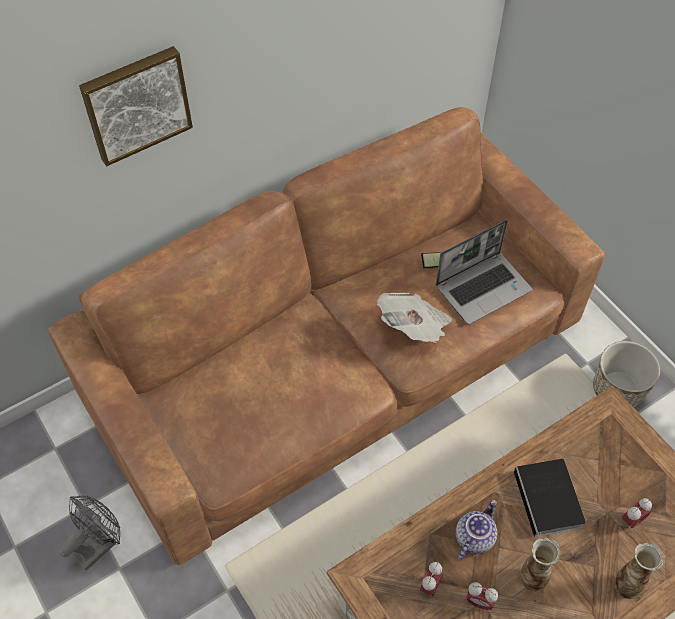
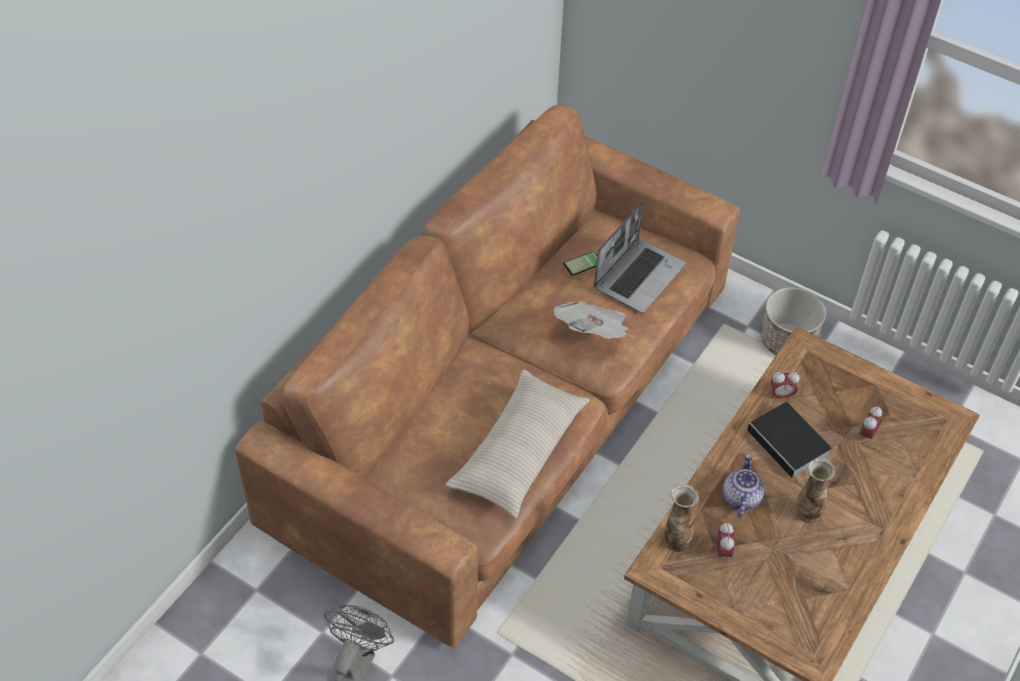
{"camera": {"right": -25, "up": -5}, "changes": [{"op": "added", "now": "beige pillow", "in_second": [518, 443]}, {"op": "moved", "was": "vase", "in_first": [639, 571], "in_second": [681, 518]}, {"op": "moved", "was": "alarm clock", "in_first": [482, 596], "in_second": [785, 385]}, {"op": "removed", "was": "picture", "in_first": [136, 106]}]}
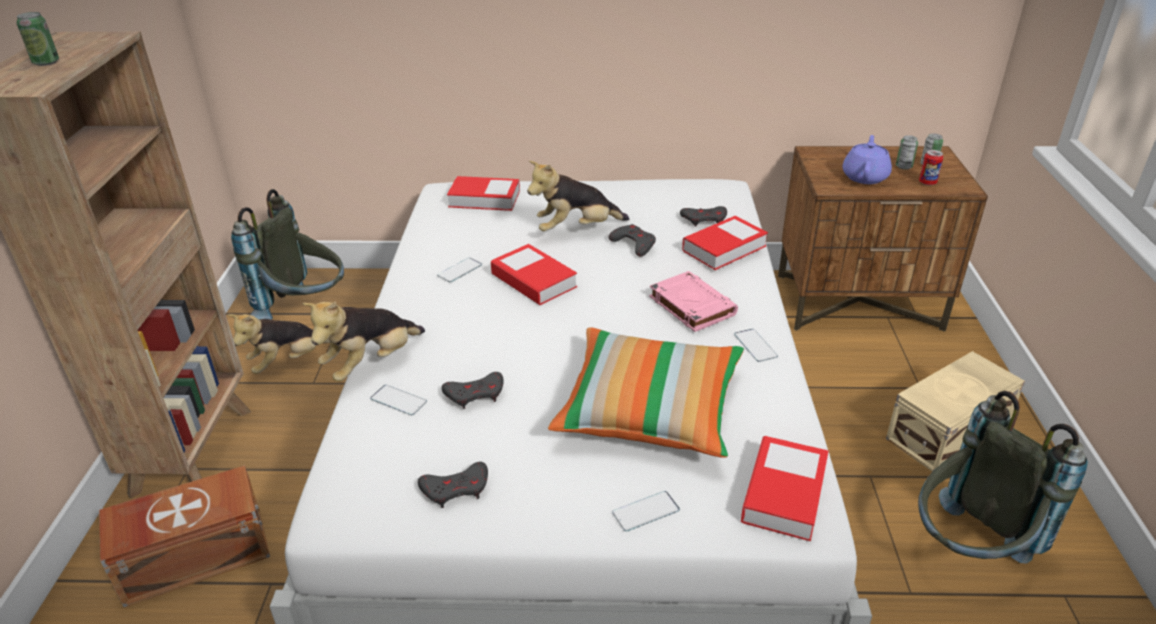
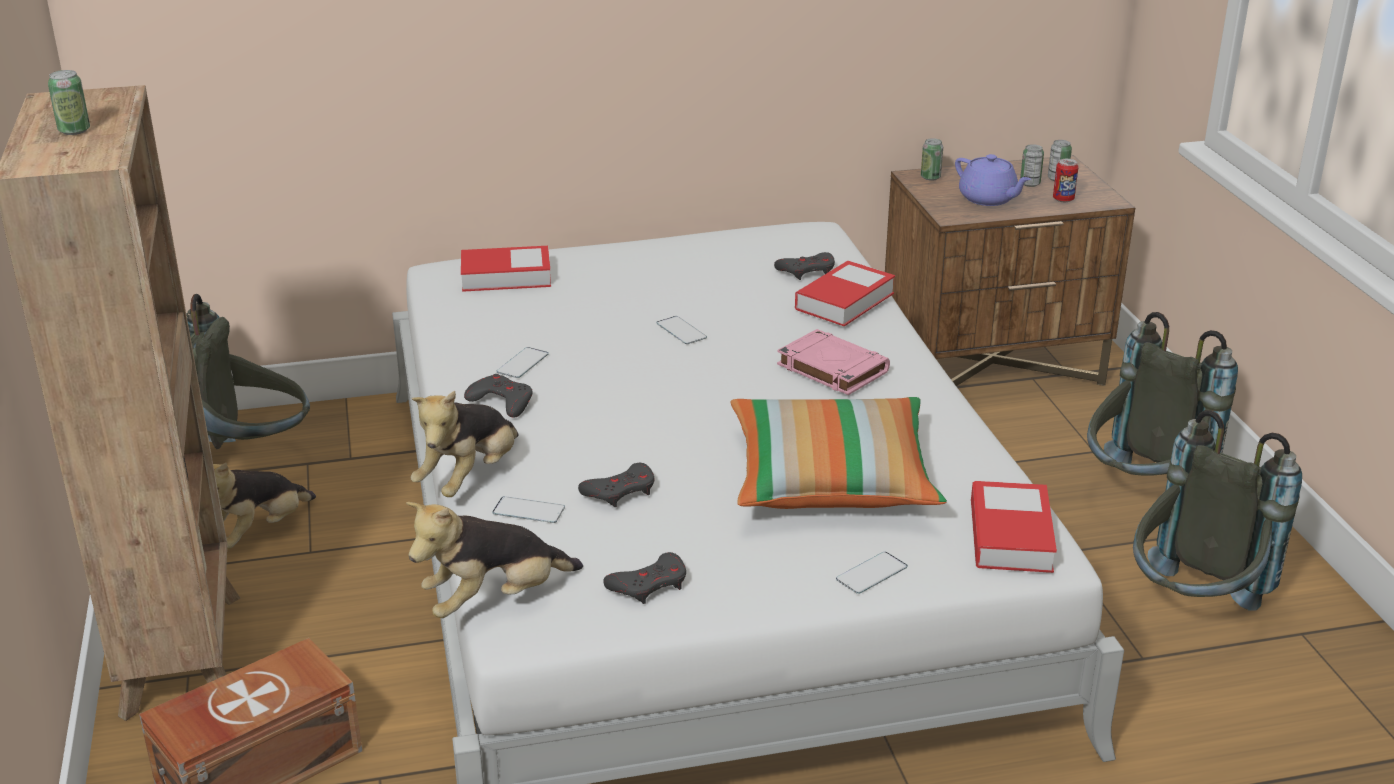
{"camera": {"right": -15, "up": -5}, "changes": [{"op": "moved", "was": "plush toy", "in_first": [578, 196], "in_second": [494, 560]}, {"op": "moved", "was": "grey game controller", "in_first": [632, 240], "in_second": [498, 396]}, {"op": "moved", "was": "phone", "in_first": [756, 345], "in_second": [681, 330]}, {"op": "added", "now": "can", "in_second": [932, 159]}, {"op": "turned", "was": "purple teapot", "in_first": [867, 159], "in_second": [993, 180], "clockwise": 135}, {"op": "replaced", "was": "beige storage box", "now": "grey backpack", "in_first": [955, 411], "in_second": [1162, 394]}, {"op": "removed", "was": "book", "in_first": [534, 274]}]}
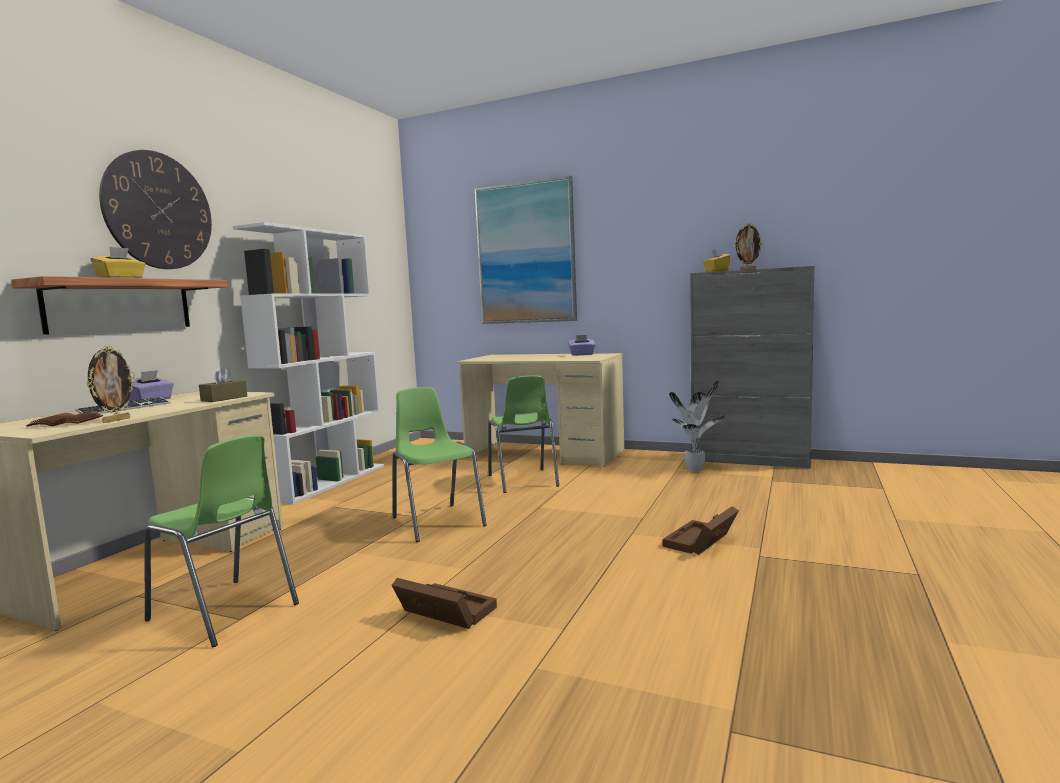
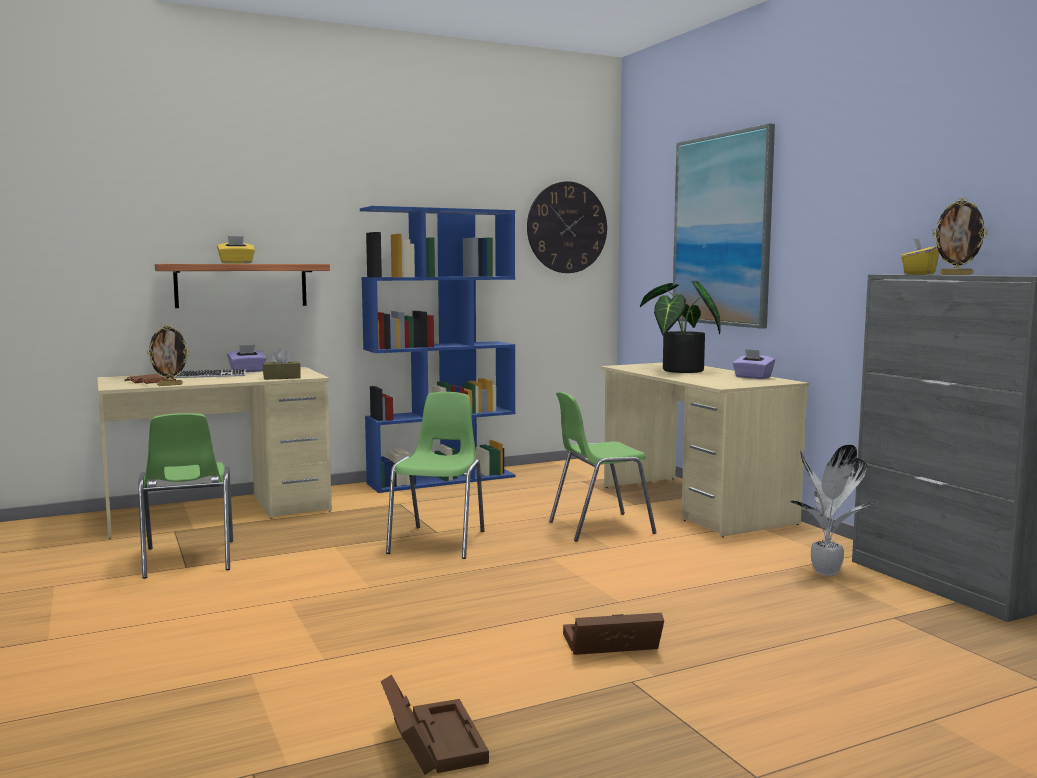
{"camera": {"right": 40, "up": 0}, "changes": [{"op": "recoloured", "was": "white bookcase", "now": "blue bookcase", "in_first": [308, 363], "in_second": [437, 349]}, {"op": "moved", "was": "brown storage box", "in_first": [444, 603], "in_second": [435, 725]}, {"op": "moved", "was": "wall clock", "in_first": [155, 209], "in_second": [567, 227]}, {"op": "turned", "was": "green chair", "in_first": [523, 434], "in_second": [603, 467], "clockwise": 45}, {"op": "added", "now": "potted plant", "in_second": [680, 327]}]}
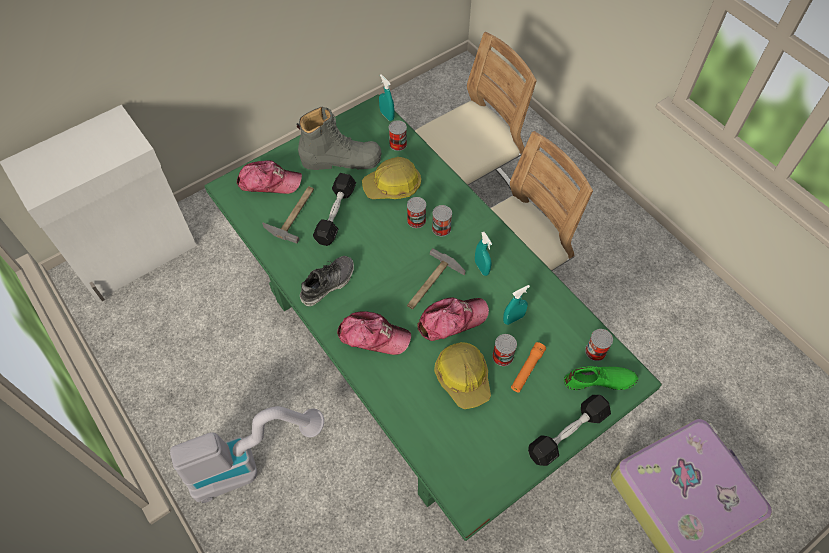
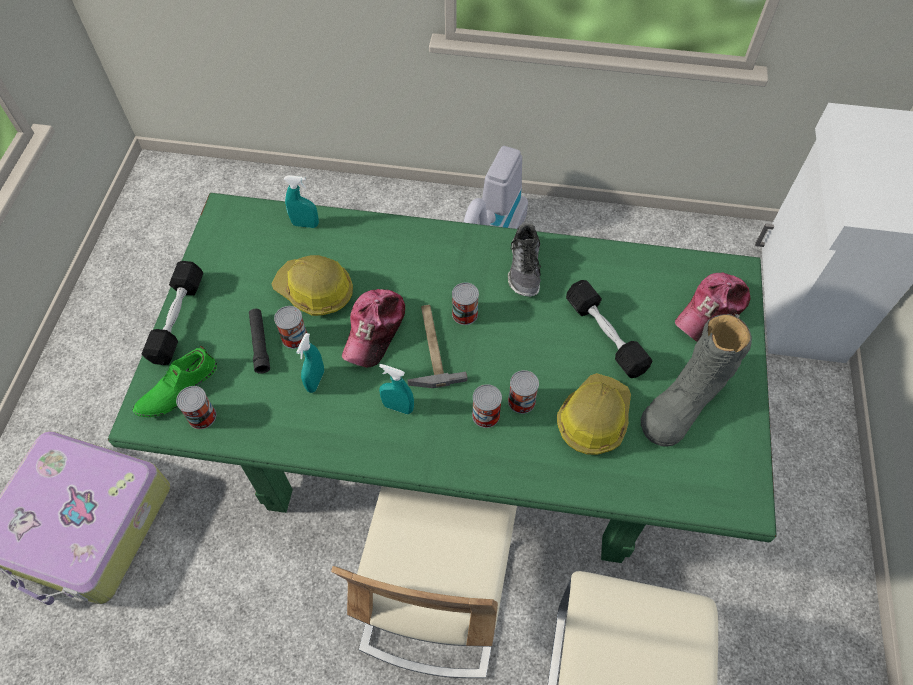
{"camera": {"right": 135, "up": 0}, "changes": [{"op": "recoloured", "was": "orange flashlight", "now": "black flashlight", "in_first": [528, 367], "in_second": [259, 341]}, {"op": "moved", "was": "turquoise spray bottle", "in_first": [387, 97], "in_second": [301, 201]}, {"op": "moved", "was": "can", "in_first": [398, 135], "in_second": [465, 303]}, {"op": "removed", "was": "hammer", "in_first": [288, 215]}, {"op": "removed", "was": "cap", "in_first": [374, 333]}]}
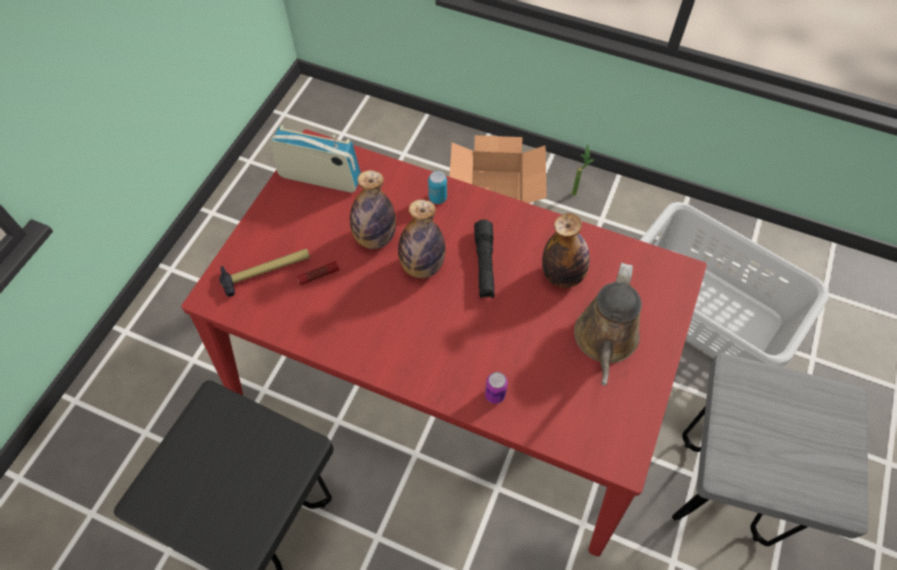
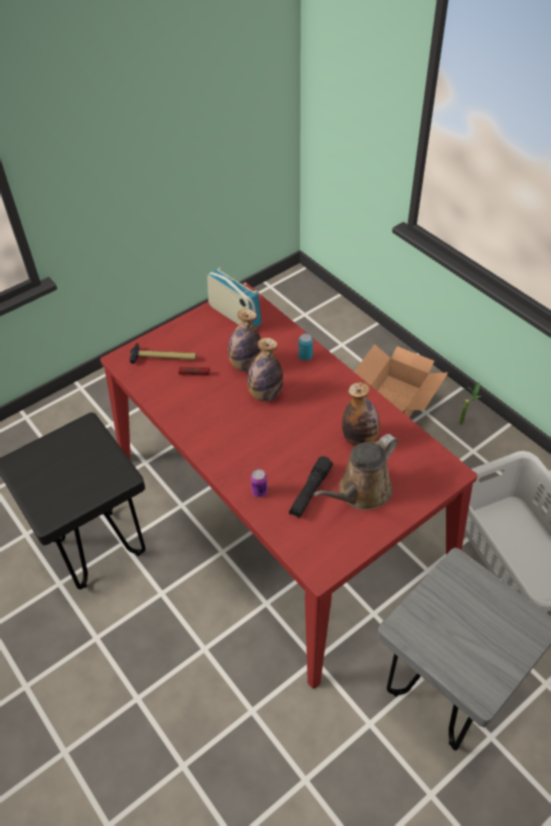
{"camera": {"right": 30, "up": -10}, "changes": [{"op": "moved", "was": "black flashlight", "in_first": [484, 258], "in_second": [311, 487]}]}
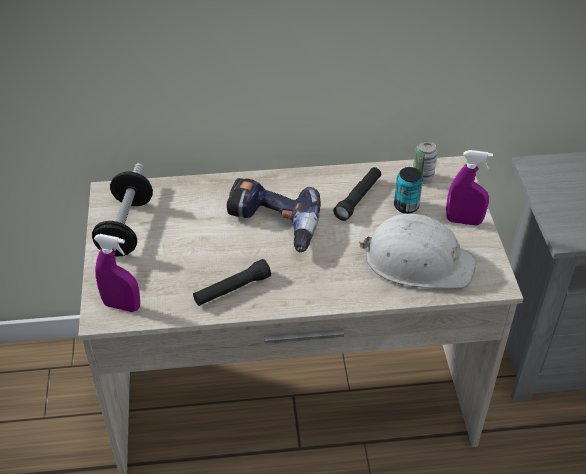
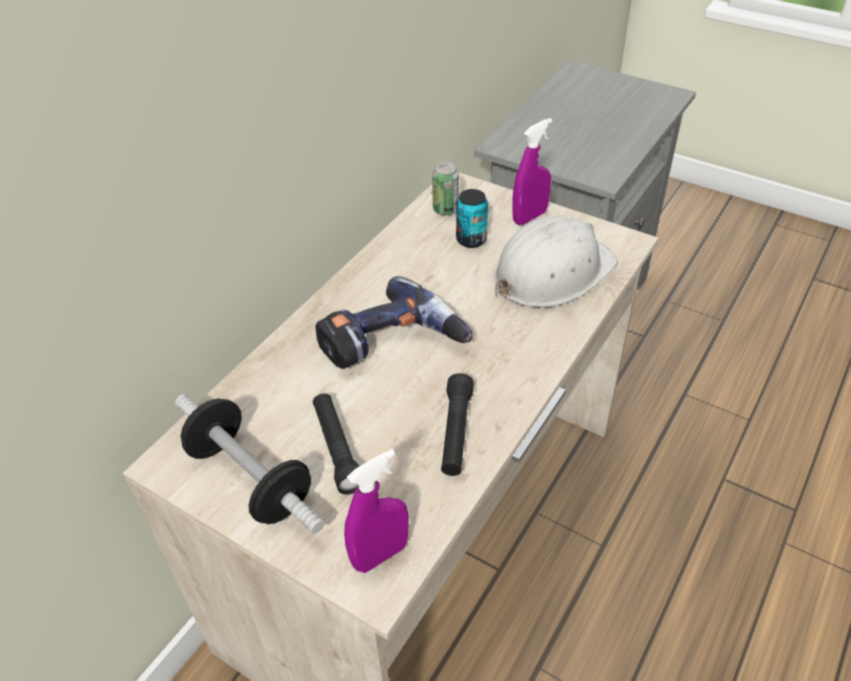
{"camera": {"right": -50, "up": 0}, "changes": [{"op": "moved", "was": "black flashlight", "in_first": [357, 194], "in_second": [336, 443]}]}
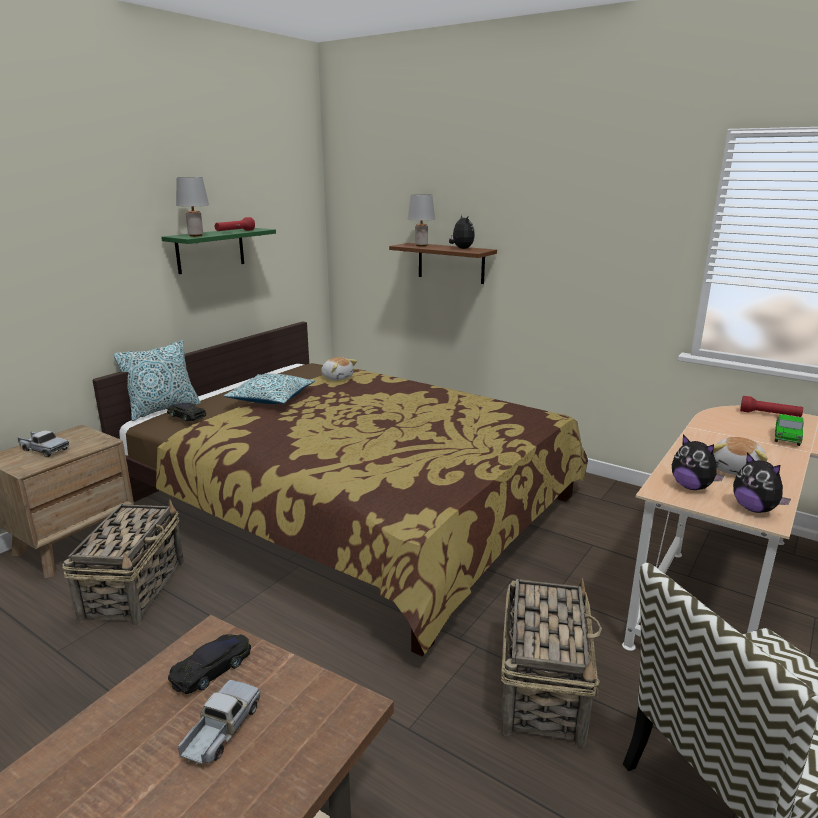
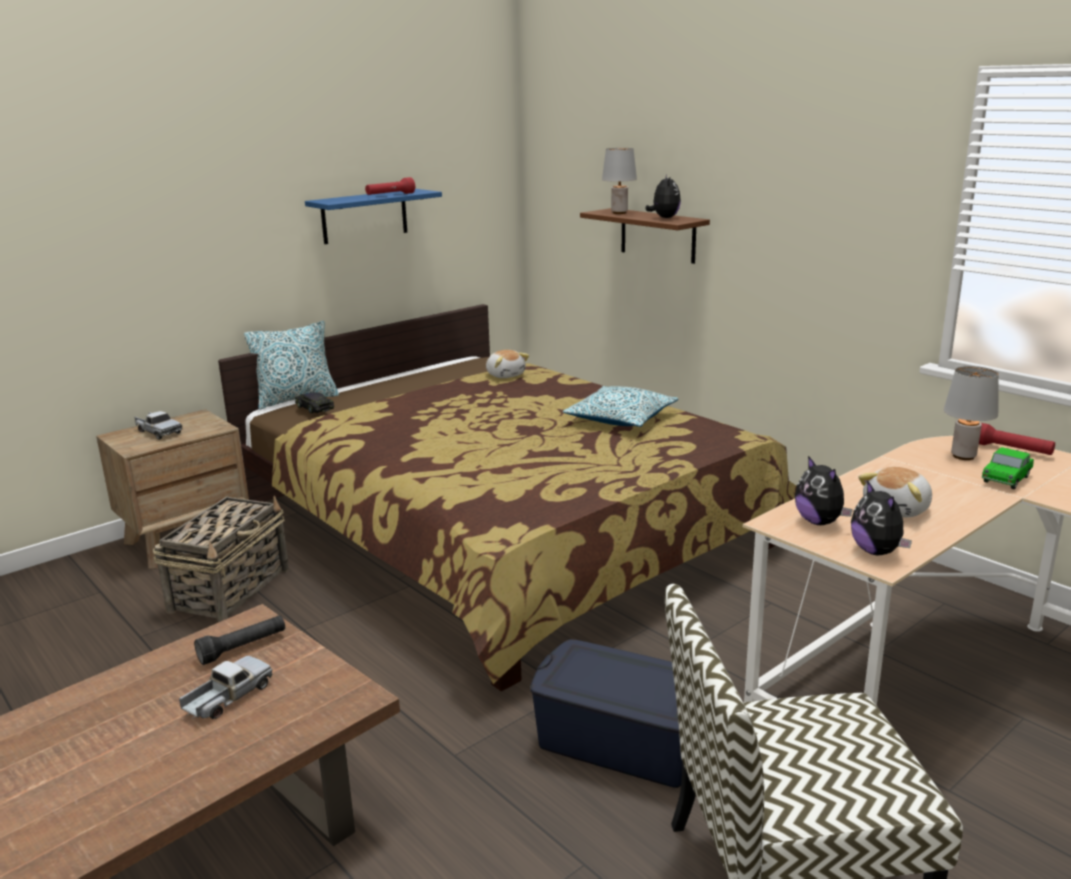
{"camera": {"right": 15, "up": 0}, "changes": [{"op": "replaced", "was": "black toy car", "now": "black flashlight", "in_first": [209, 664], "in_second": [239, 640]}, {"op": "recoloured", "was": "green shelf", "now": "blue shelf", "in_first": [218, 251], "in_second": [373, 216]}, {"op": "replaced", "was": "basket", "now": "blue storage box", "in_first": [551, 662], "in_second": [606, 713]}, {"op": "moved", "was": "pillow", "in_first": [269, 389], "in_second": [620, 406]}, {"op": "moved", "was": "grey table lamp", "in_first": [192, 207], "in_second": [971, 413]}]}
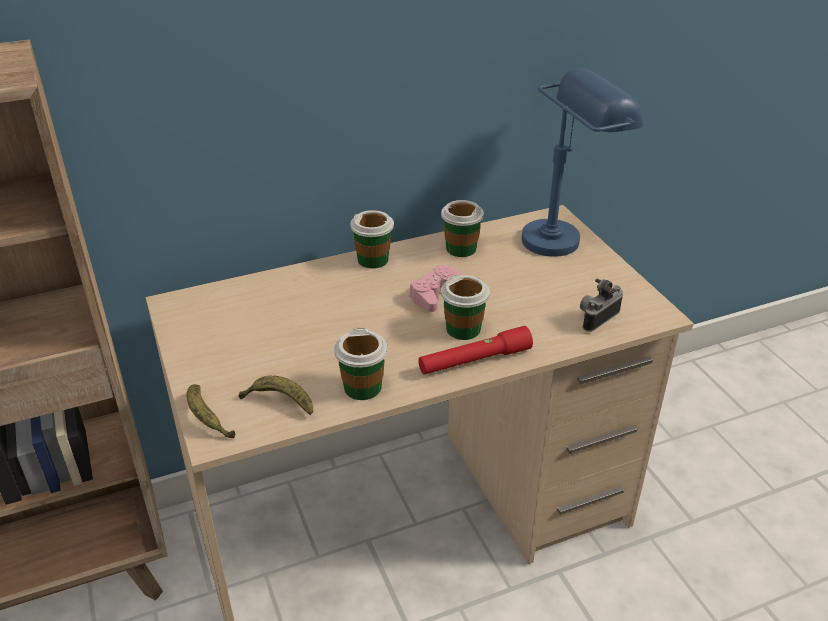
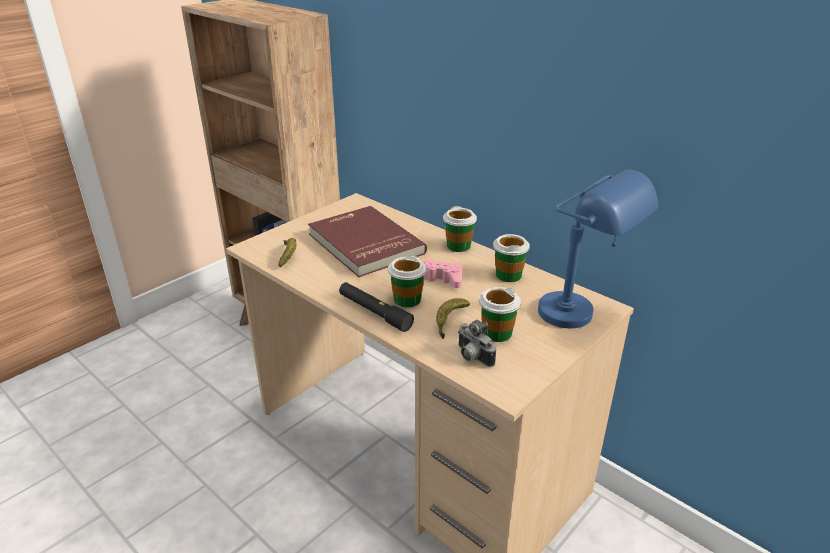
{"camera": {"right": 65, "up": -5}, "changes": [{"op": "added", "now": "red book", "in_second": [367, 241]}, {"op": "recoloured", "was": "red flashlight", "now": "black flashlight", "in_first": [475, 350], "in_second": [376, 307]}, {"op": "moved", "was": "banana", "in_first": [211, 411], "in_second": [453, 318]}, {"op": "turned", "was": "photo camera", "in_first": [601, 305], "in_second": [477, 343], "clockwise": -150}, {"op": "moved", "was": "cup", "in_first": [361, 363], "in_second": [500, 314]}]}
